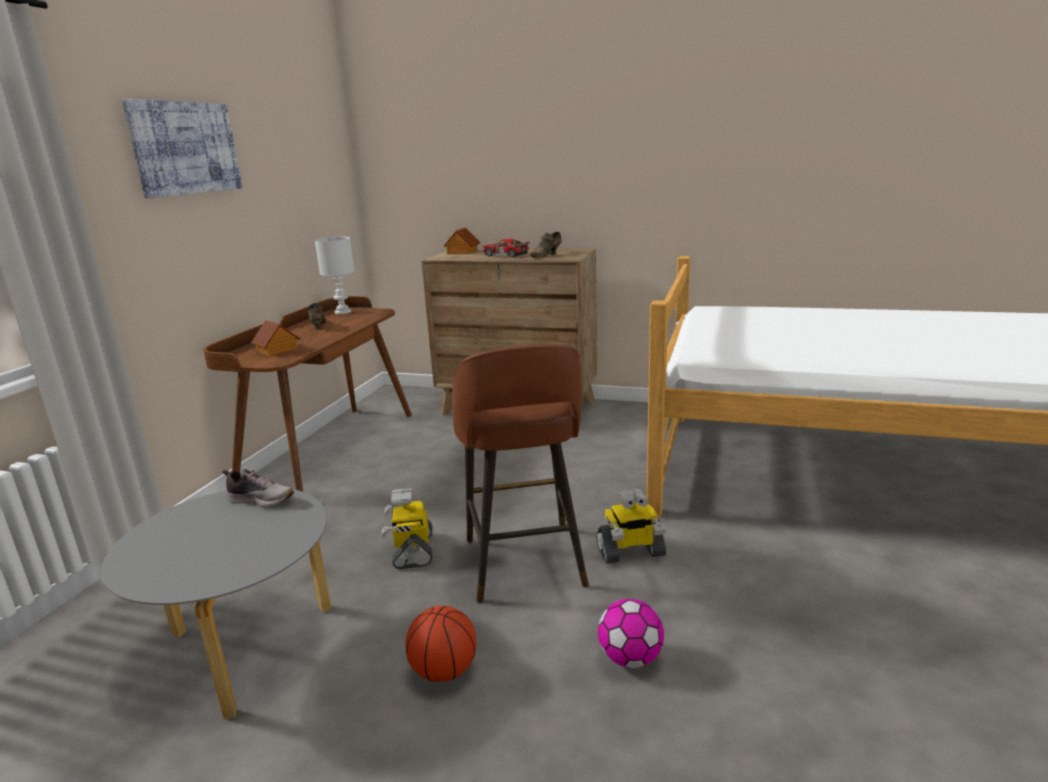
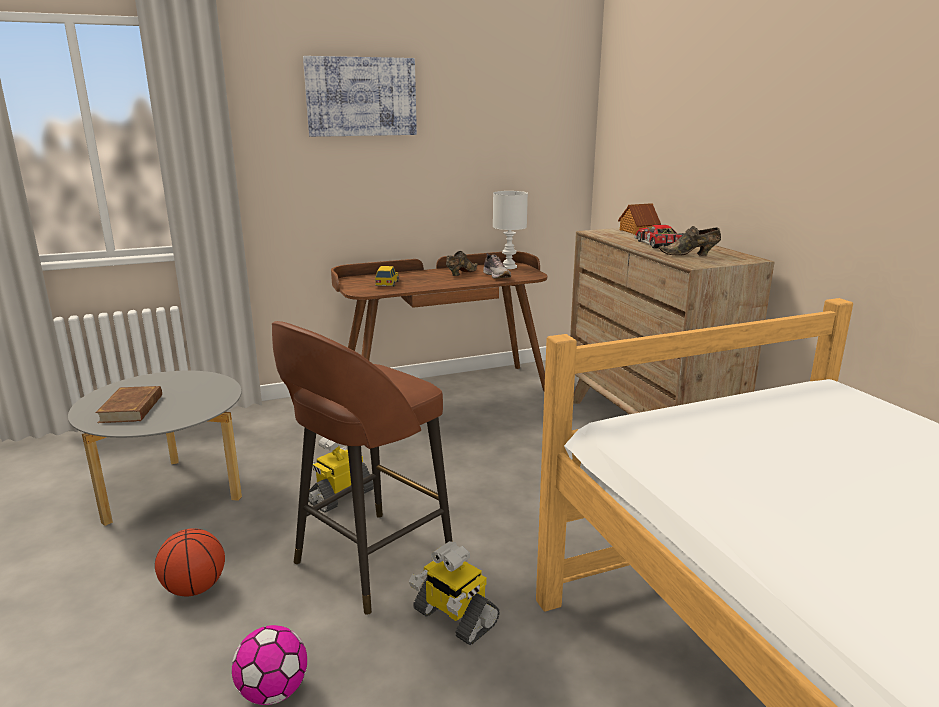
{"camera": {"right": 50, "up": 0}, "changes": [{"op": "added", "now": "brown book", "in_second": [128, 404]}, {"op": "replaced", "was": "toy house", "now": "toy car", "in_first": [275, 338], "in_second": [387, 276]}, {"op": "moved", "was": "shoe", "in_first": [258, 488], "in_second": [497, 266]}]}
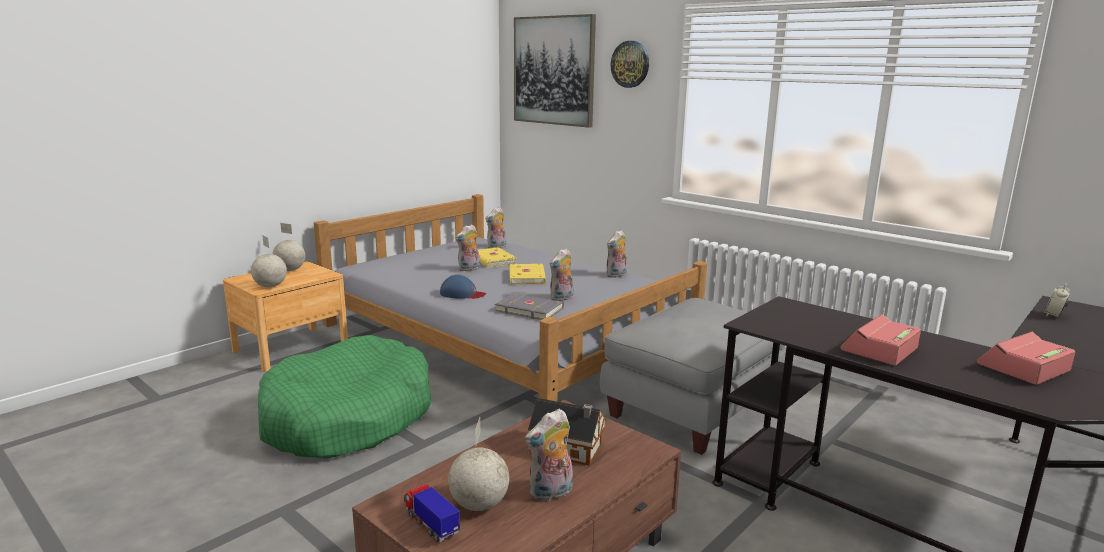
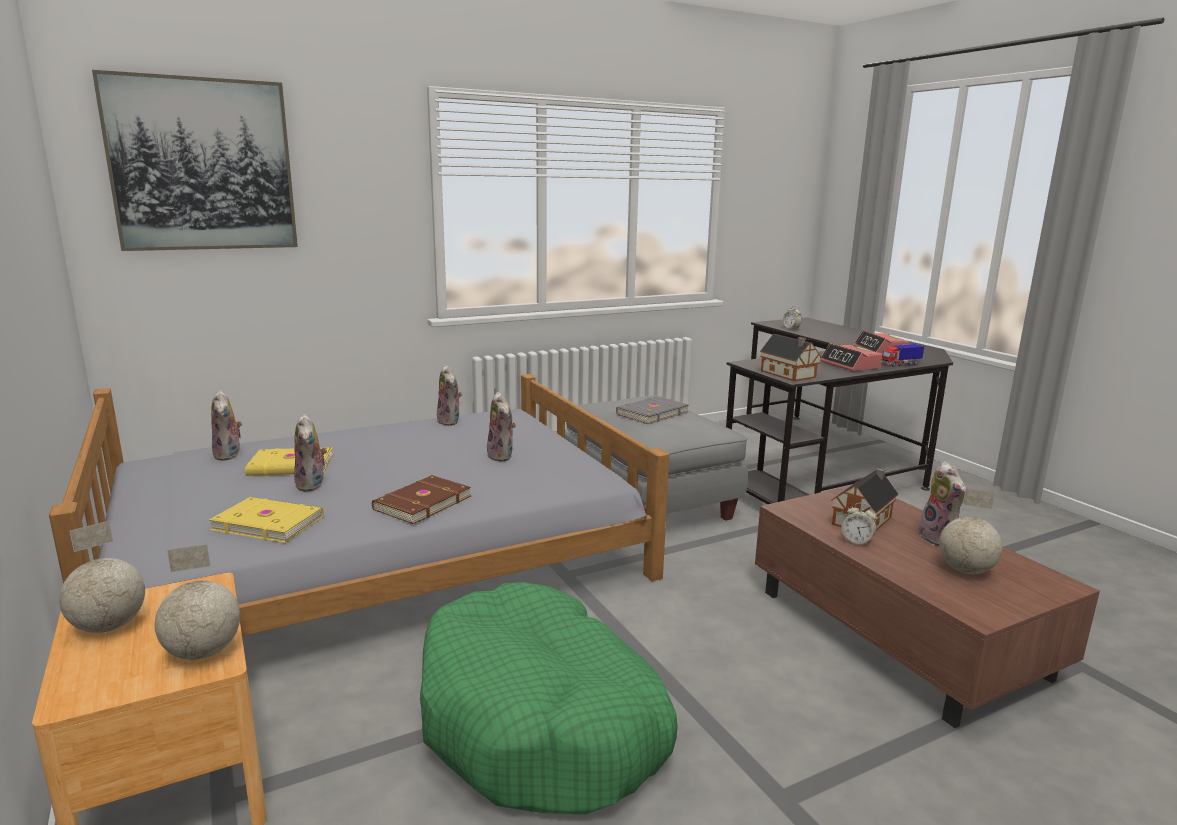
{"camera": {"right": -70, "up": 0}, "changes": [{"op": "moved", "was": "yellow book", "in_first": [527, 274], "in_second": [266, 520]}, {"op": "replaced", "was": "blue cap", "now": "brown book", "in_first": [463, 287], "in_second": [421, 499]}, {"op": "moved", "was": "grey book", "in_first": [529, 306], "in_second": [652, 410]}, {"op": "added", "now": "toy house", "in_second": [791, 357]}, {"op": "added", "now": "alarm clock", "in_second": [859, 524]}, {"op": "moved", "was": "toy truck", "in_first": [432, 513], "in_second": [902, 355]}, {"op": "removed", "was": "wall clock", "in_first": [630, 64]}]}
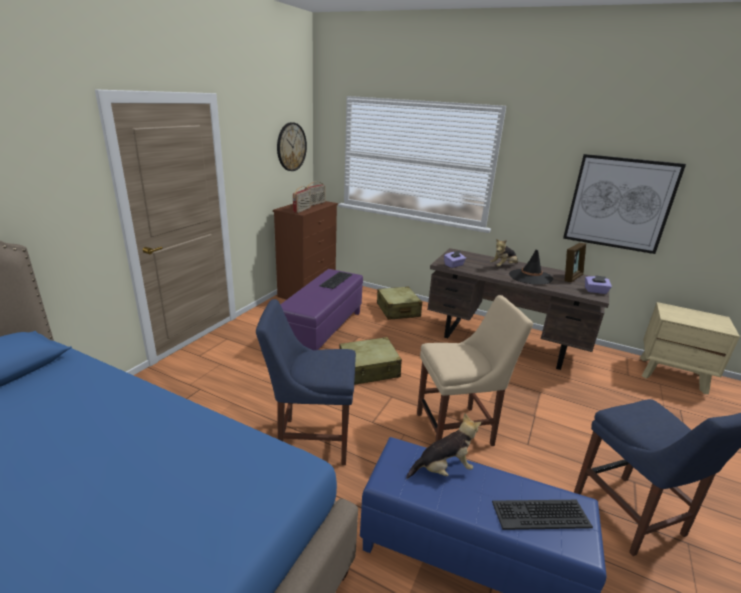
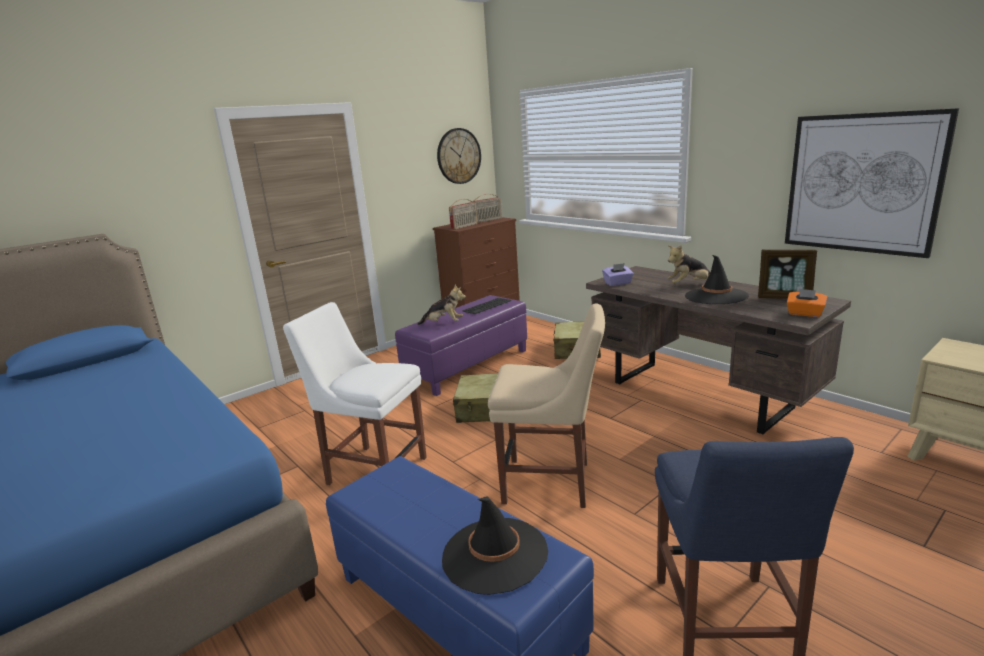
{"camera": {"right": 25, "up": -5}, "changes": [{"op": "recoloured", "was": "blue chair", "now": "white chair", "in_first": [306, 382], "in_second": [355, 393]}, {"op": "moved", "was": "plush toy", "in_first": [443, 446], "in_second": [441, 305]}, {"op": "replaced", "was": "keyboard", "now": "black hat", "in_first": [542, 515], "in_second": [495, 545]}, {"op": "turned", "was": "picture frame", "in_first": [575, 262], "in_second": [787, 274], "clockwise": 45}, {"op": "recoloured", "was": "purple tissue box", "now": "orange tissue box", "in_first": [598, 284], "in_second": [807, 303]}]}
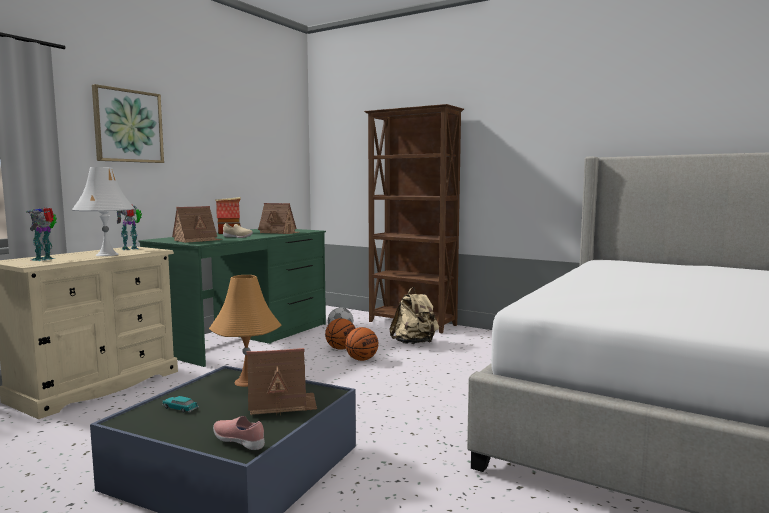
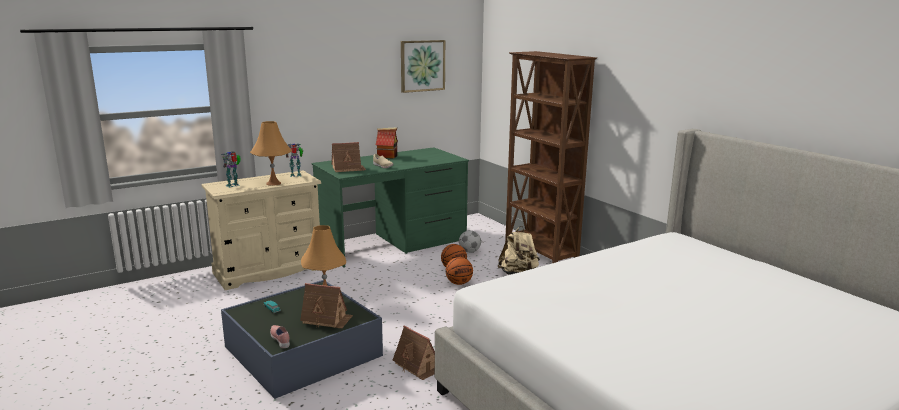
{"camera": {"right": 25, "up": 10}, "changes": [{"op": "recoloured", "was": "white table lamp", "now": "orange table lamp", "in_first": [103, 211], "in_second": [271, 153]}, {"op": "moved", "was": "toy house", "in_first": [278, 218], "in_second": [414, 352]}, {"op": "moved", "was": "picture", "in_first": [128, 123], "in_second": [423, 66]}]}
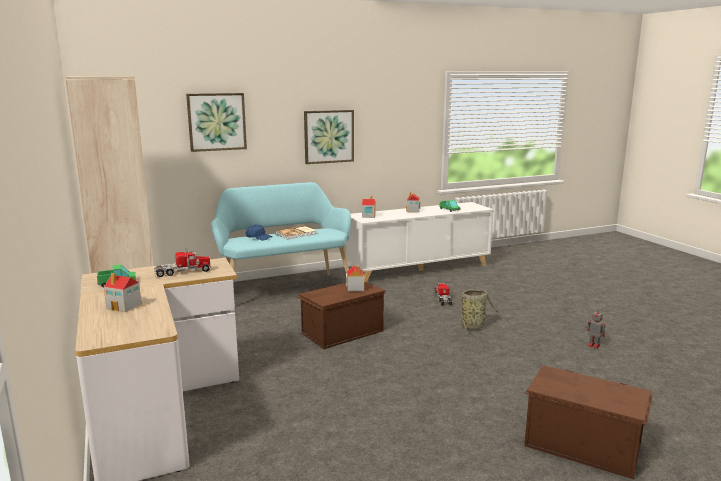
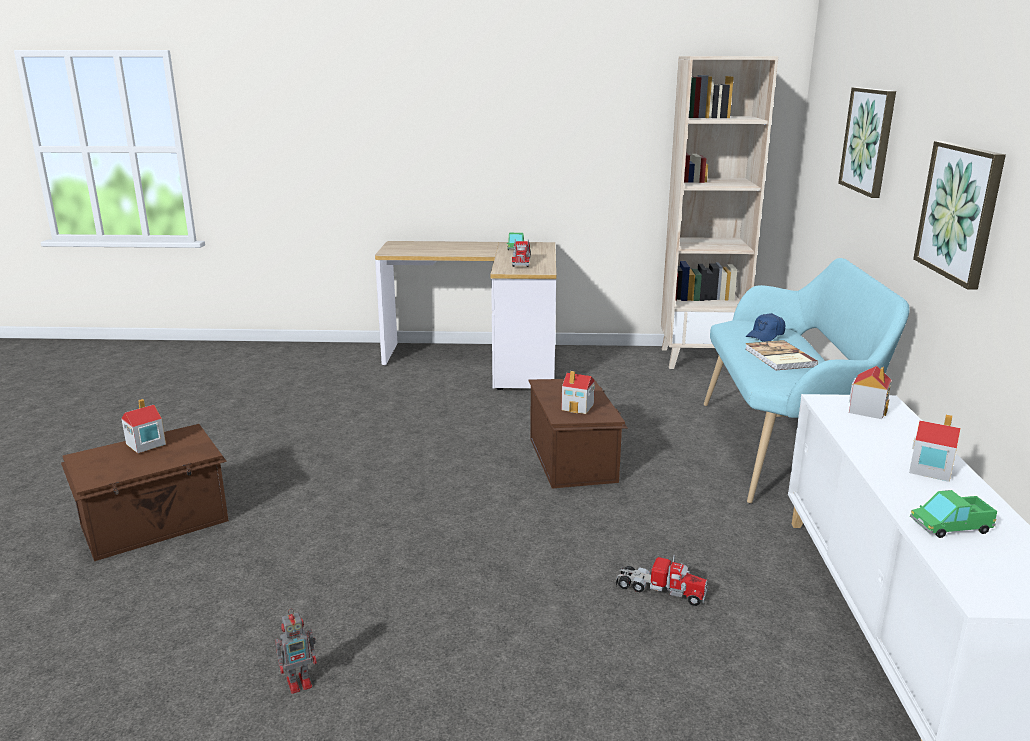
{"camera": {"right": 115, "up": 5}, "changes": [{"op": "moved", "was": "toy house", "in_first": [122, 292], "in_second": [143, 426]}, {"op": "removed", "was": "basket", "in_first": [477, 309]}]}
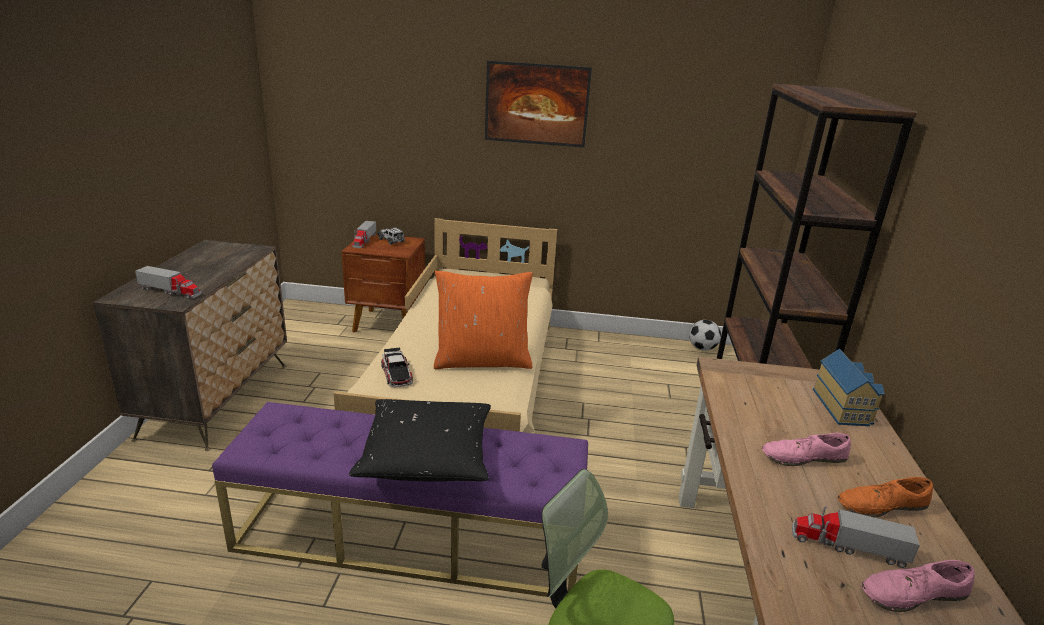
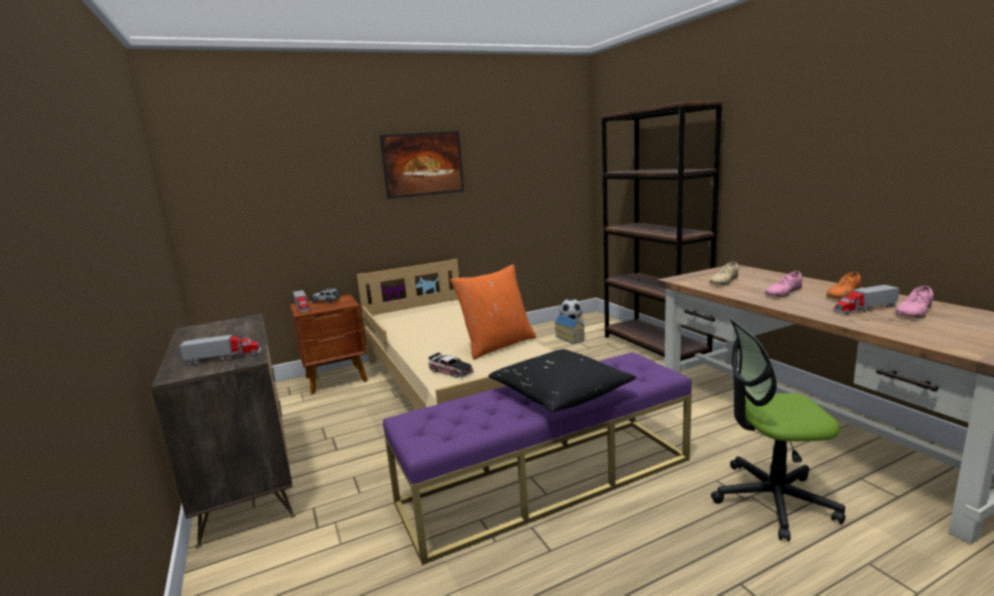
{"camera": {"right": -30, "up": -10}, "changes": [{"op": "moved", "was": "toy house", "in_first": [849, 387], "in_second": [569, 329]}, {"op": "added", "now": "beige shoe", "in_second": [723, 273]}]}
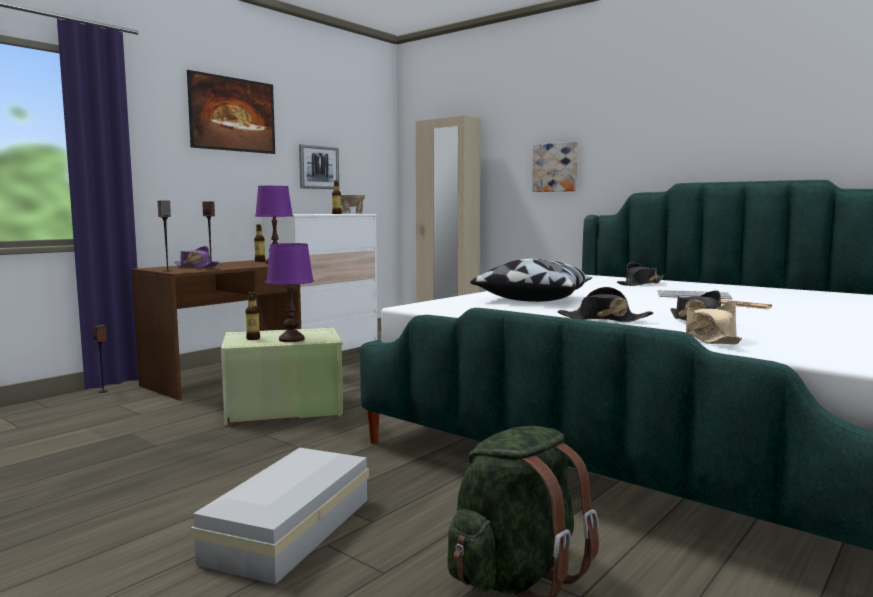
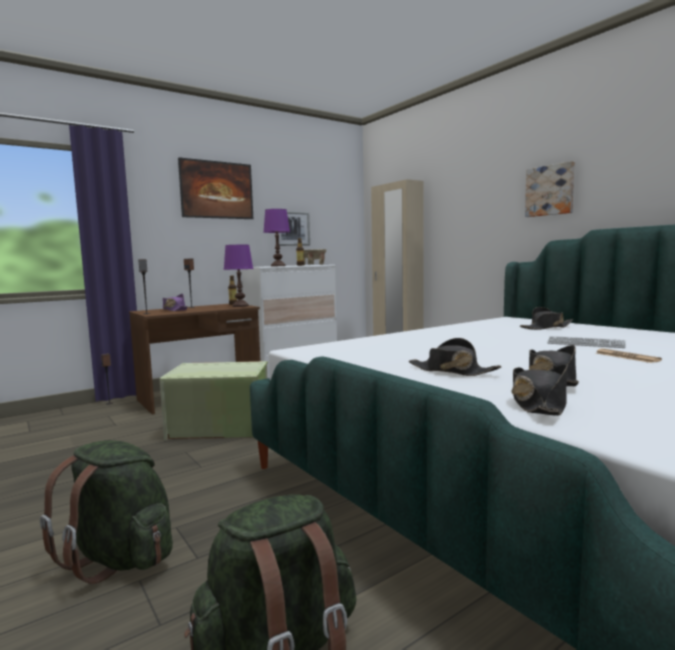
{"camera": {"right": 15, "up": 0}, "changes": [{"op": "replaced", "was": "white storage box", "now": "green backpack", "in_first": [280, 516], "in_second": [106, 512]}, {"op": "moved", "was": "purple table lamp", "in_first": [290, 292], "in_second": [276, 237]}, {"op": "recoloured", "was": "beige hat", "now": "black hat", "in_first": [714, 323], "in_second": [539, 390]}, {"op": "moved", "was": "picture", "in_first": [555, 167], "in_second": [550, 189]}, {"op": "removed", "was": "bottle", "in_first": [252, 316]}, {"op": "removed", "was": "pillow", "in_first": [531, 280]}]}
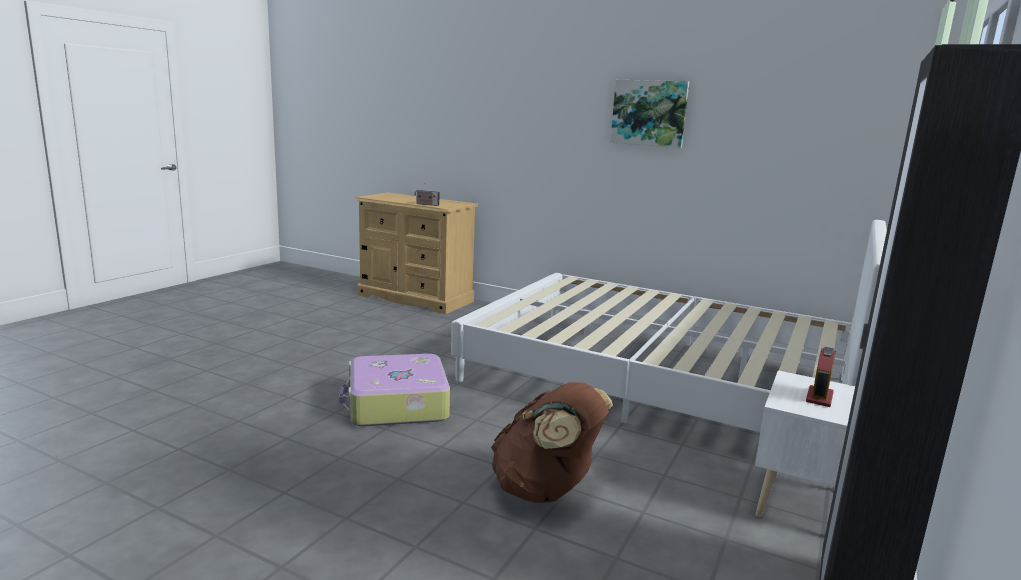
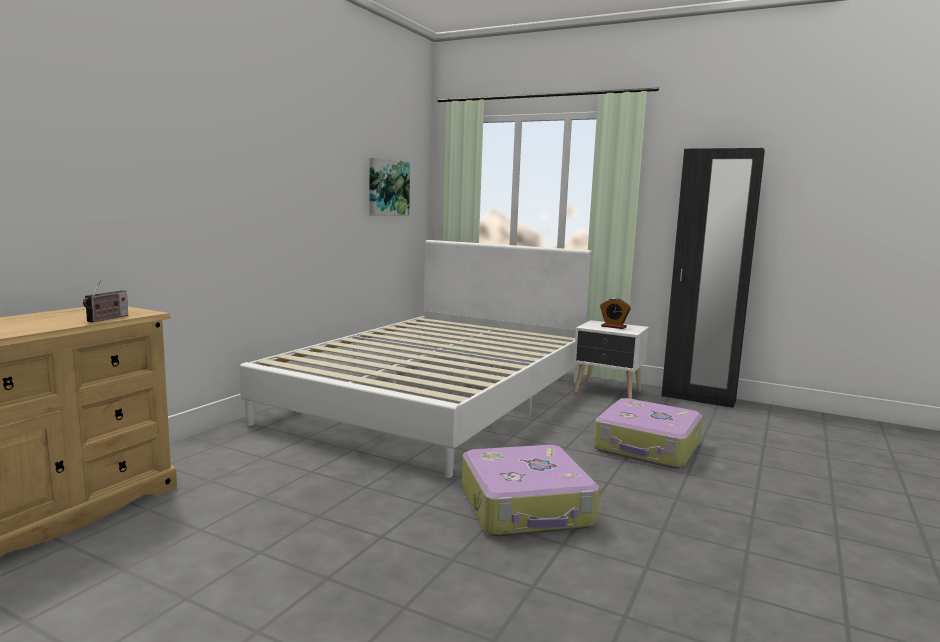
{"camera": {"right": -90, "up": -5}, "changes": [{"op": "moved", "was": "picture", "in_first": [649, 114], "in_second": [389, 186]}, {"op": "replaced", "was": "brown backpack", "now": "suitcase", "in_first": [552, 442], "in_second": [647, 433]}]}
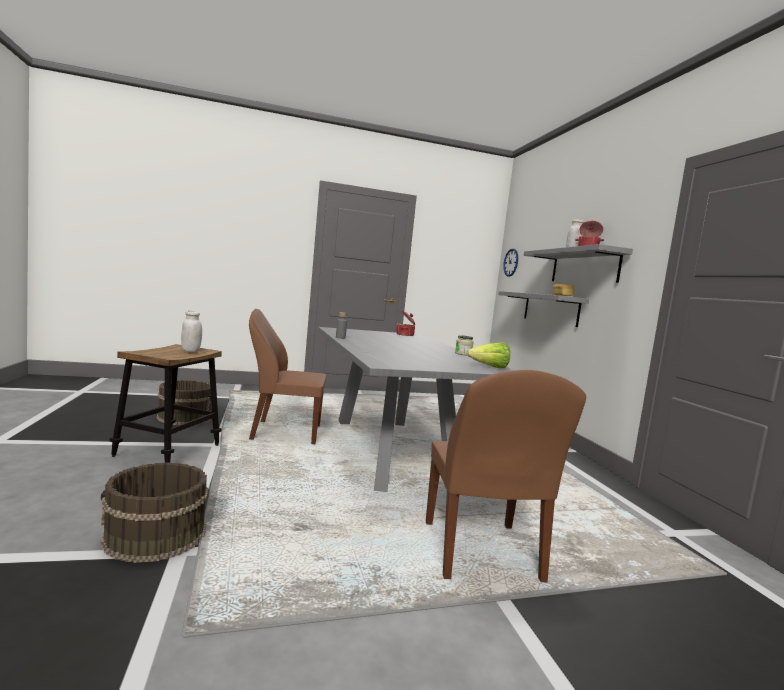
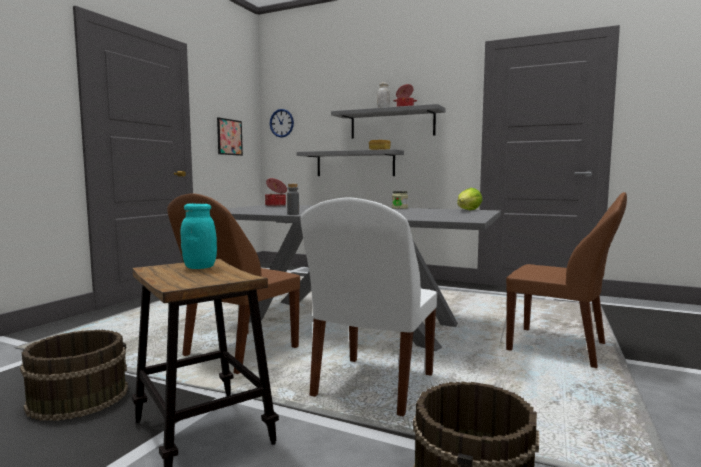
{"camera": {"right": -50, "up": 0}, "changes": [{"op": "recoloured", "was": "white jar", "now": "turquoise jar", "in_first": [191, 331], "in_second": [199, 236]}, {"op": "added", "now": "picture", "in_second": [230, 136]}, {"op": "added", "now": "white chair", "in_second": [368, 307]}]}
